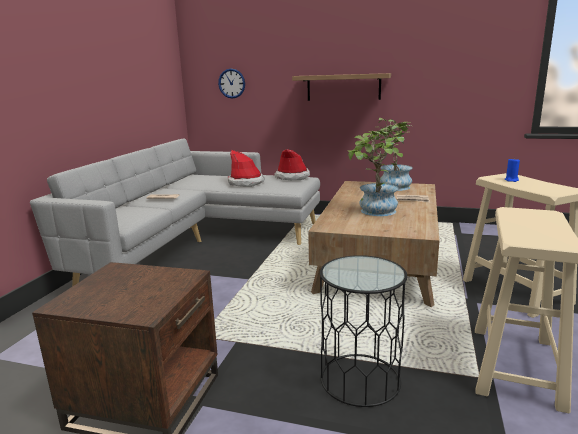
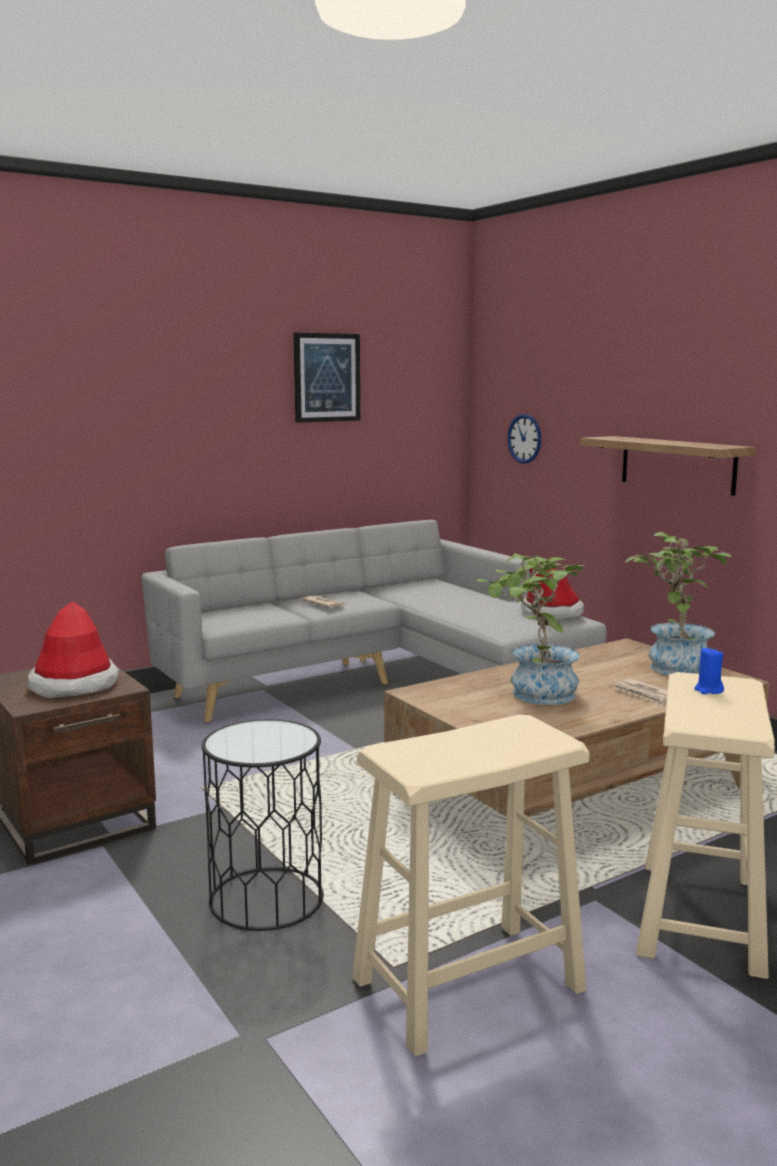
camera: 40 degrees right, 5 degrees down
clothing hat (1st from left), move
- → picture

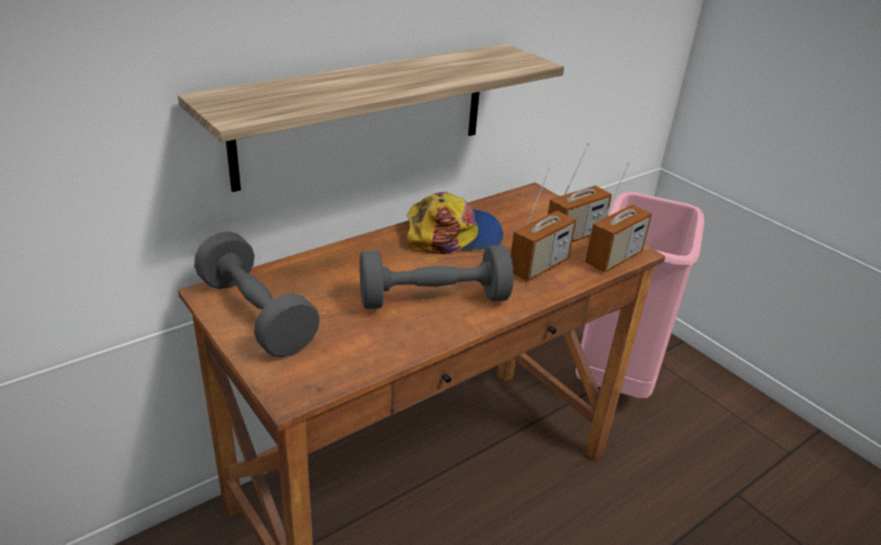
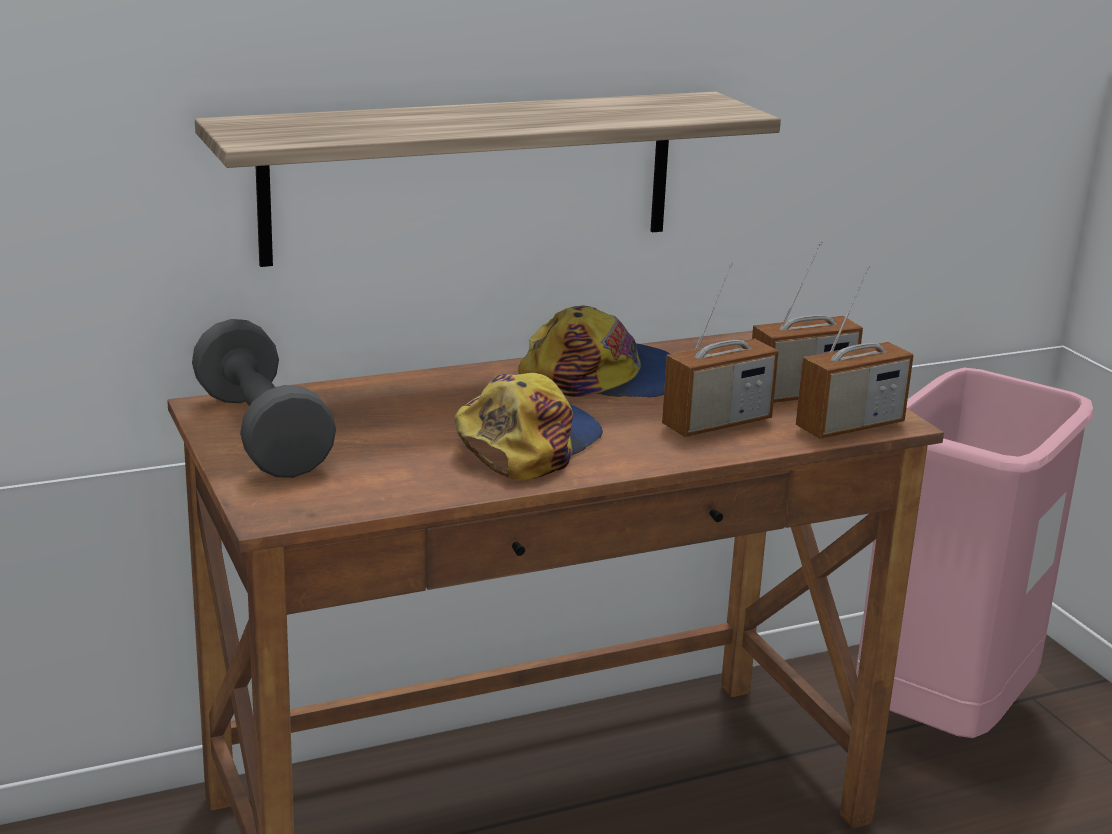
camera: 15 degrees right, 10 degrees down
greyish hand weight (2nd from left) → peaked cap (1st from left)

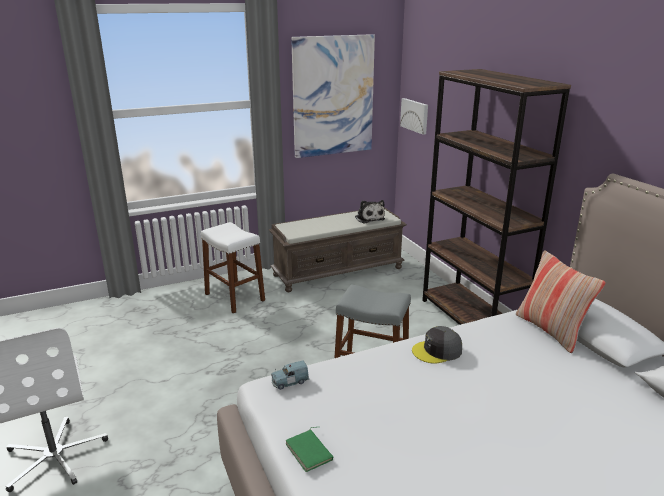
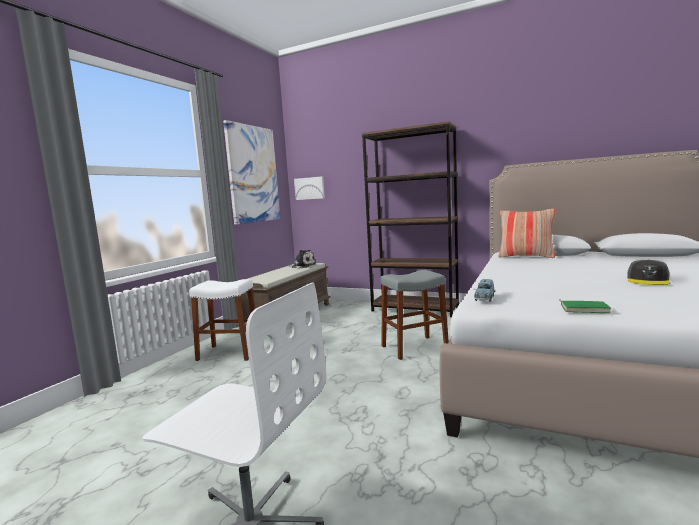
camera: 40 degrees left, 15 degrees down
greyish peaked cap, move

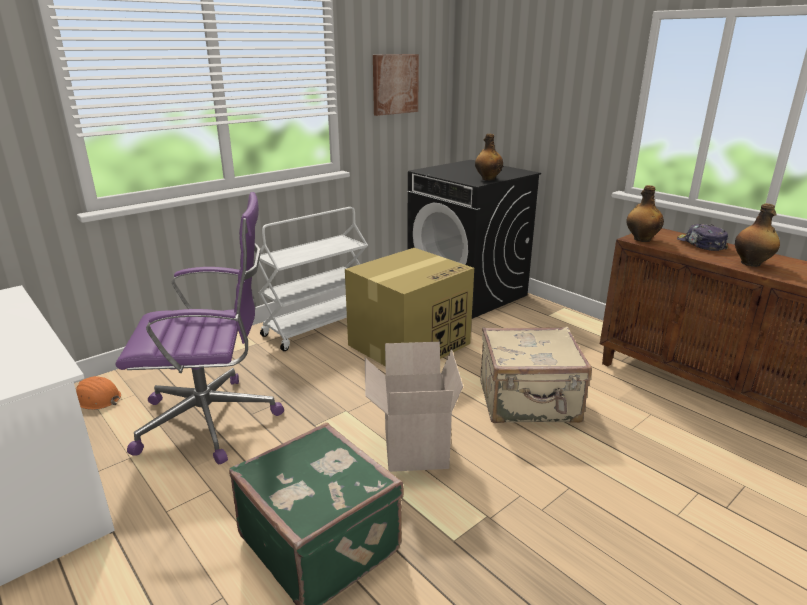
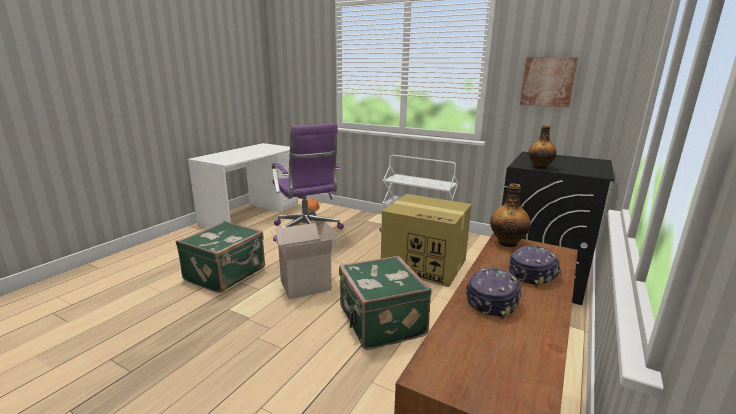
camera: 70 degrees right, 5 degrees down
beige piece of luggage → greenish piece of luggage (2nd from left)
beverage bottle (3rd from left) → peaked cap (1st from left)

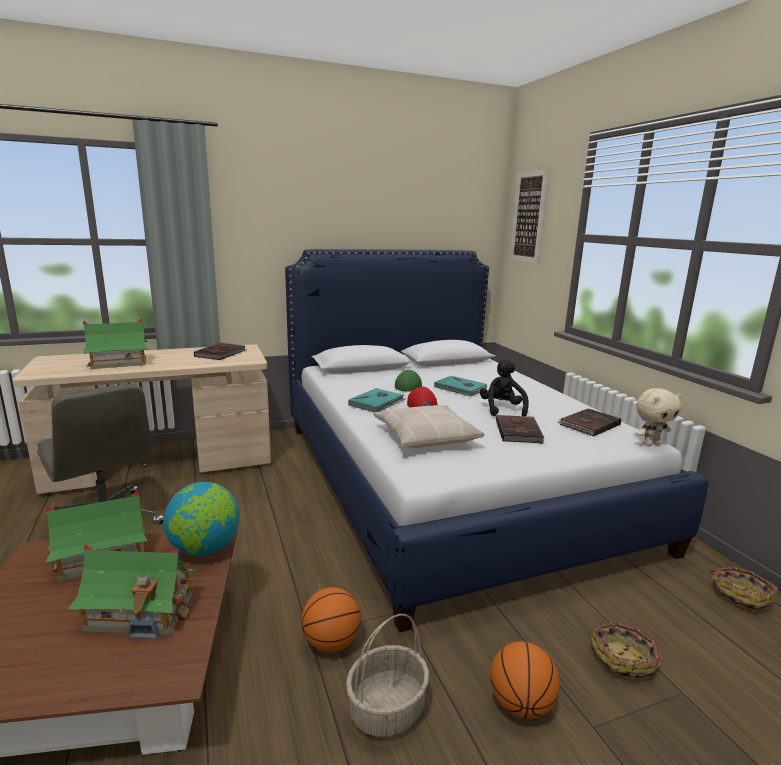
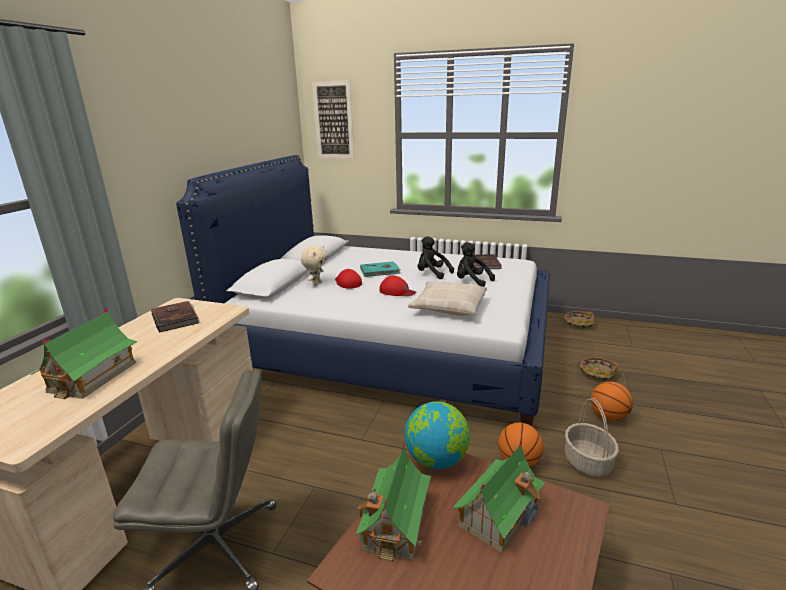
camera: 50 degrees left, 5 degrees up
beige plush toy, move
greenish peaked cap → red peaked cap (1st from left)
brown bound book (2nd from left) → black-coloured plush toy (2nd from left)
blue-green bound book (1st from left) → -

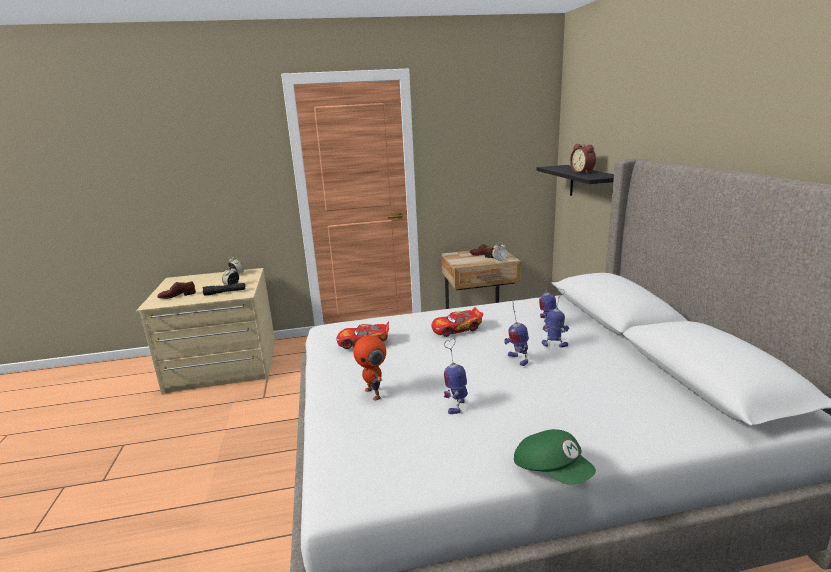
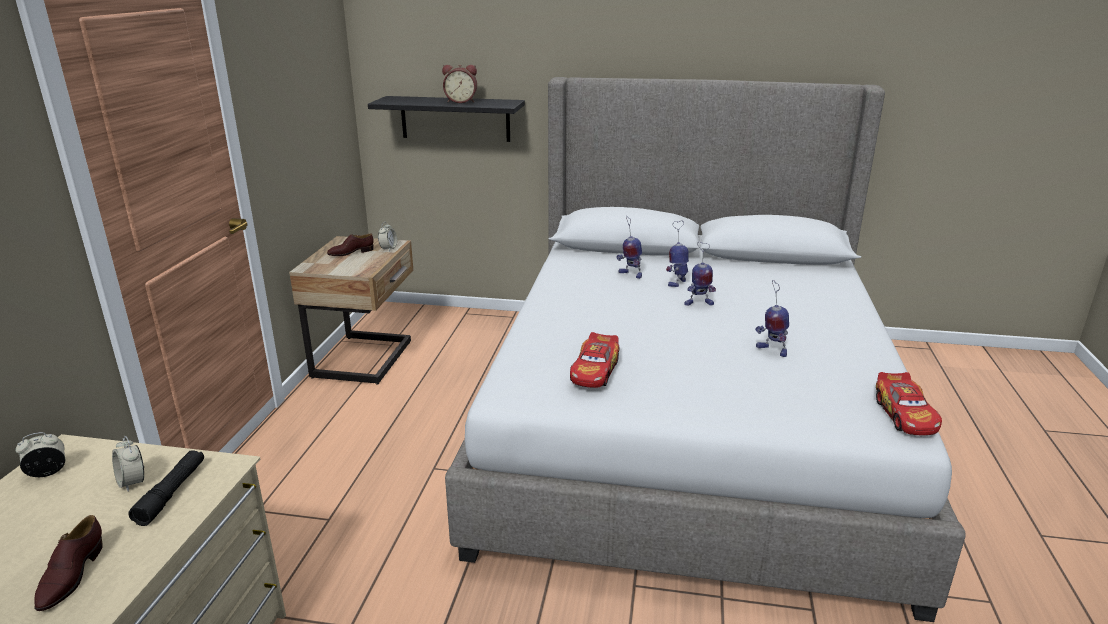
camera: 70 degrees left, 5 degrees up
toy car (2nd from left), move
toy robot (1st from left) → -
greenish peaked cap → -

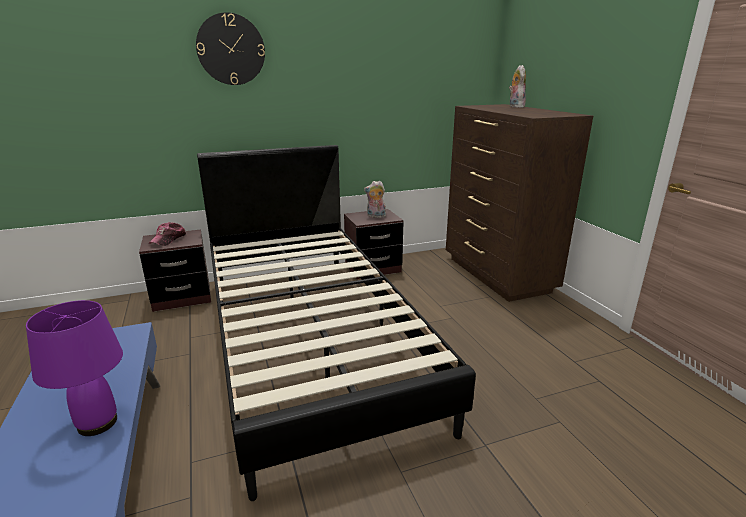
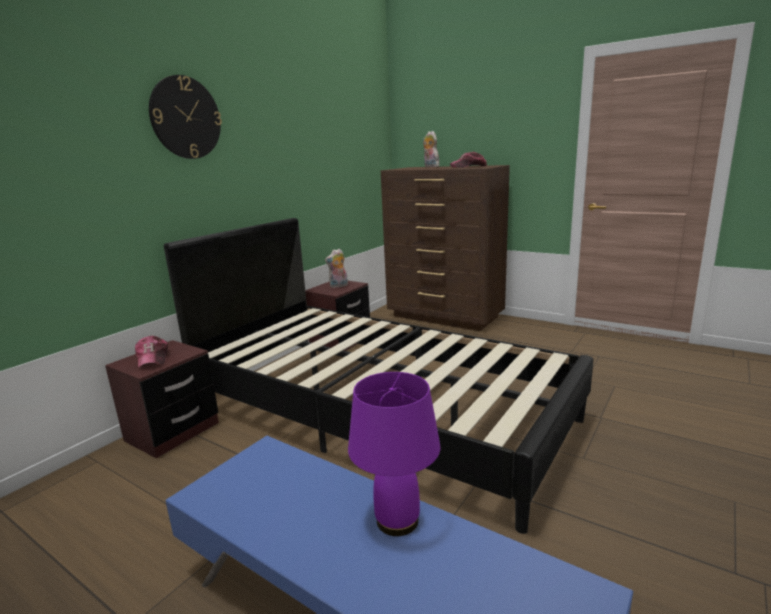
camera: 35 degrees left, 5 degrees down
- → peaked cap (2nd from left)

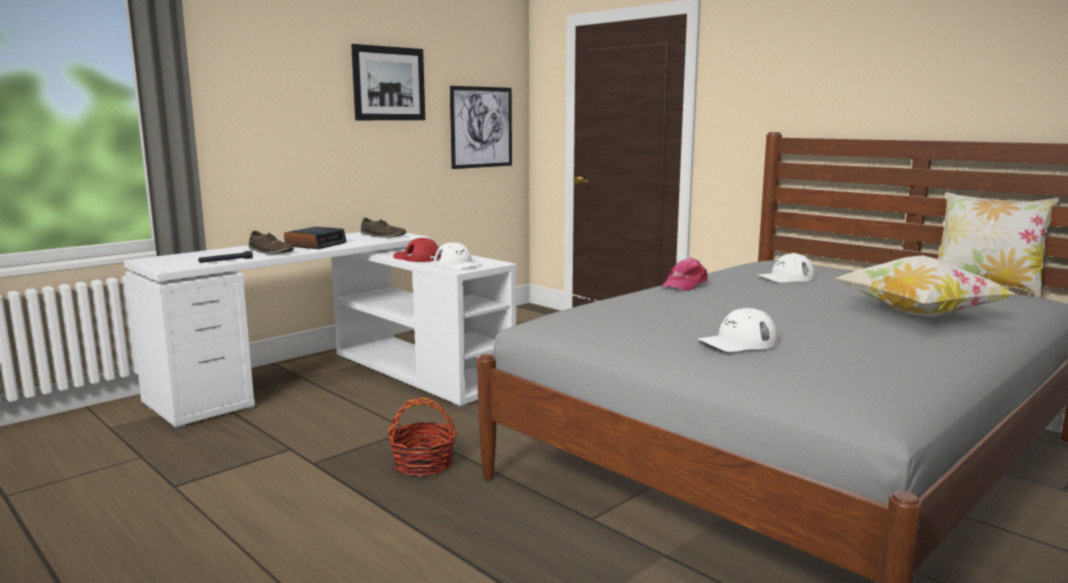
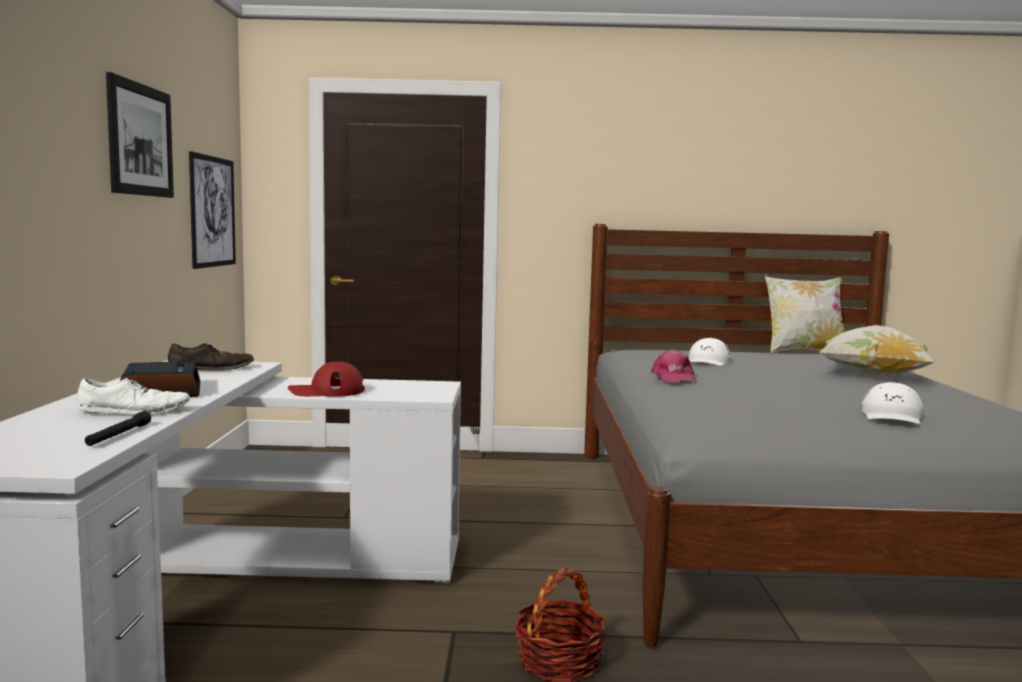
camera: 45 degrees left, 5 degrees down
brown shoe (1st from left) → white shoe
white peaked cap (1st from left) → -

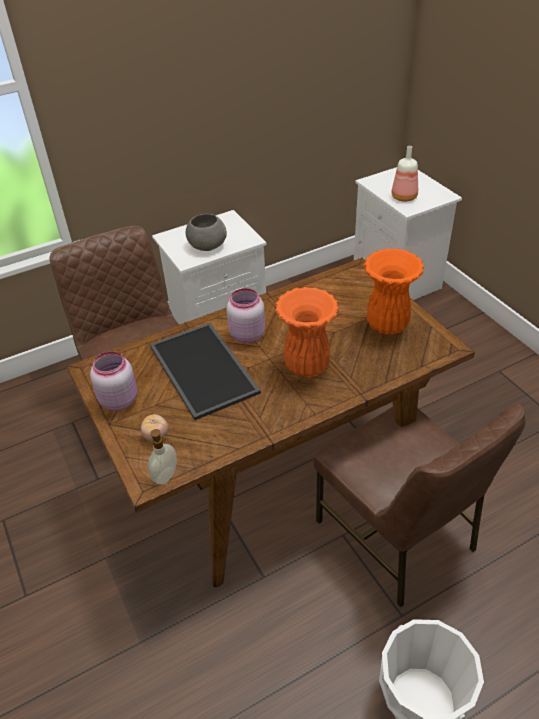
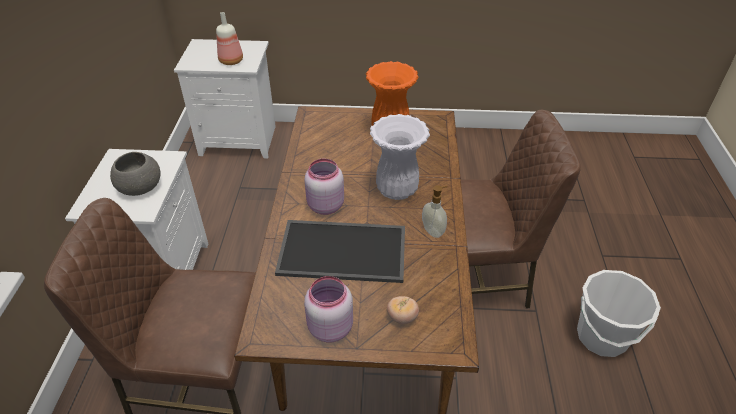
camera: 60 degrees left, 0 degrees up
orange decorative vase (1st from left) → white decorative vase
soap dispenser, move

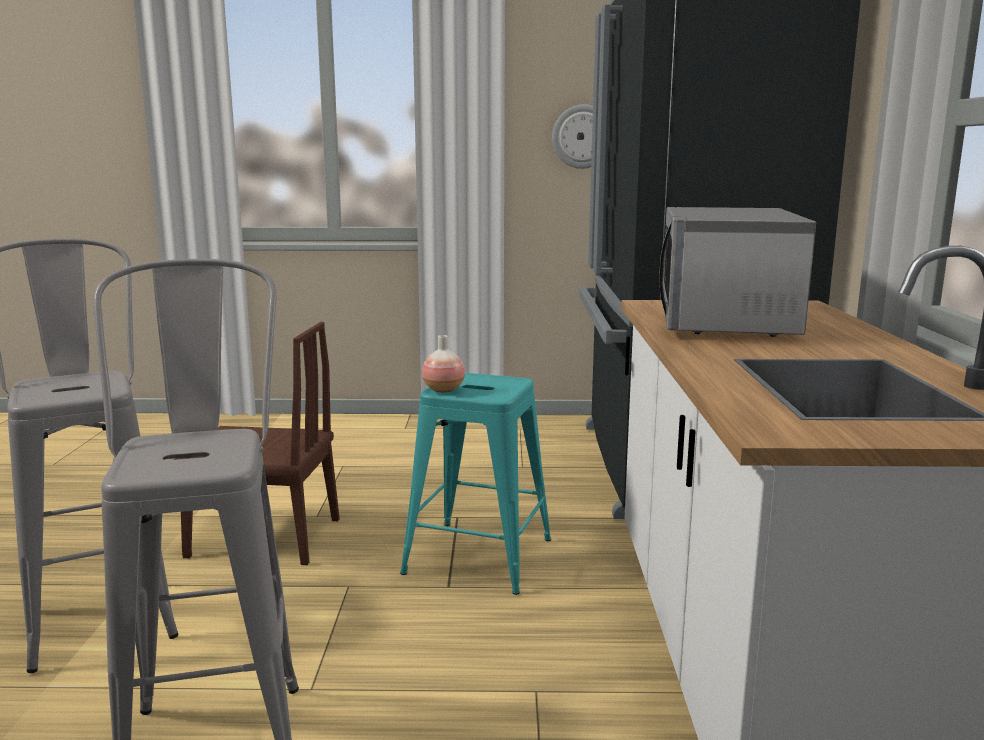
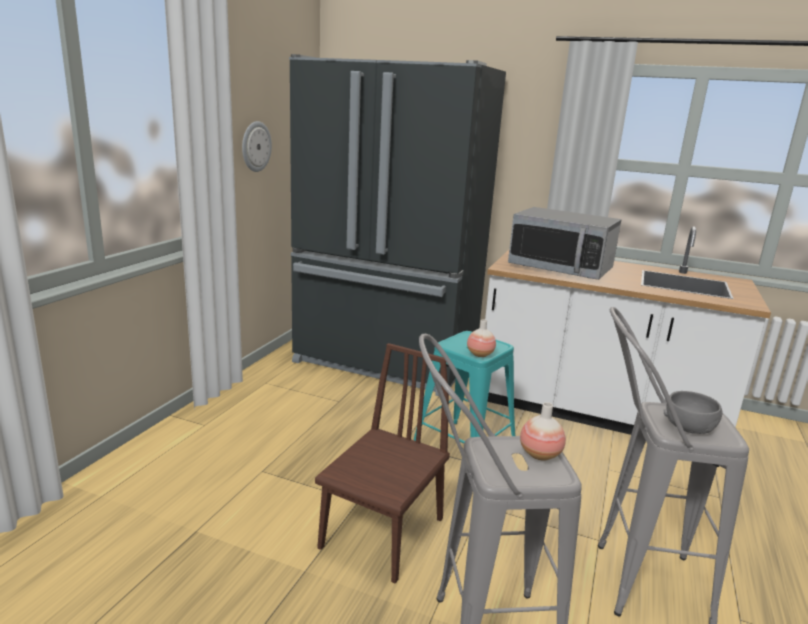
camera: 70 degrees left, 5 degrees up
- → decorative vase (2nd from left)
- → greyish deep dish

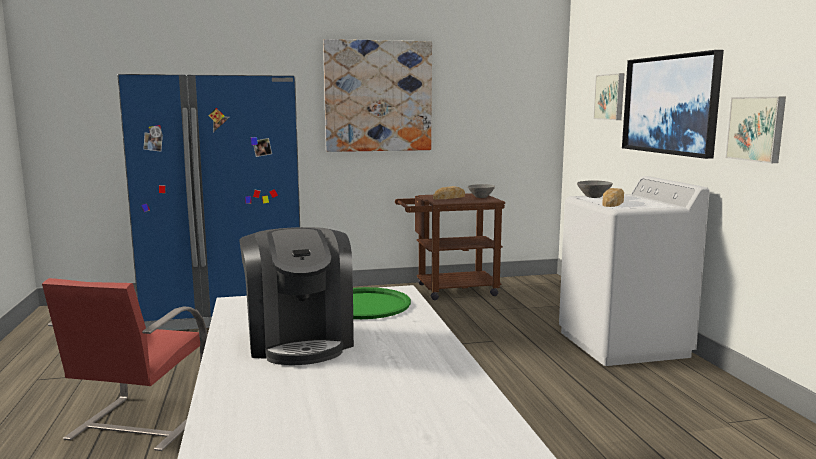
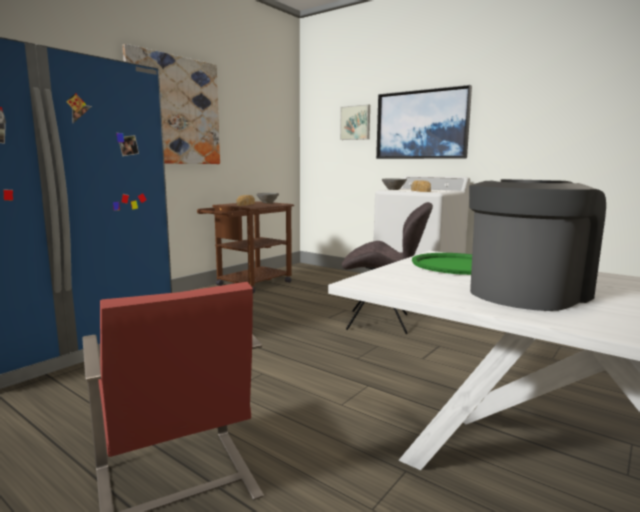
camera: 40 degrees left, 0 degrees up
- → greyish chair
coffee maker, 75 degrees counterclockwise
picture (4th from left) → -

